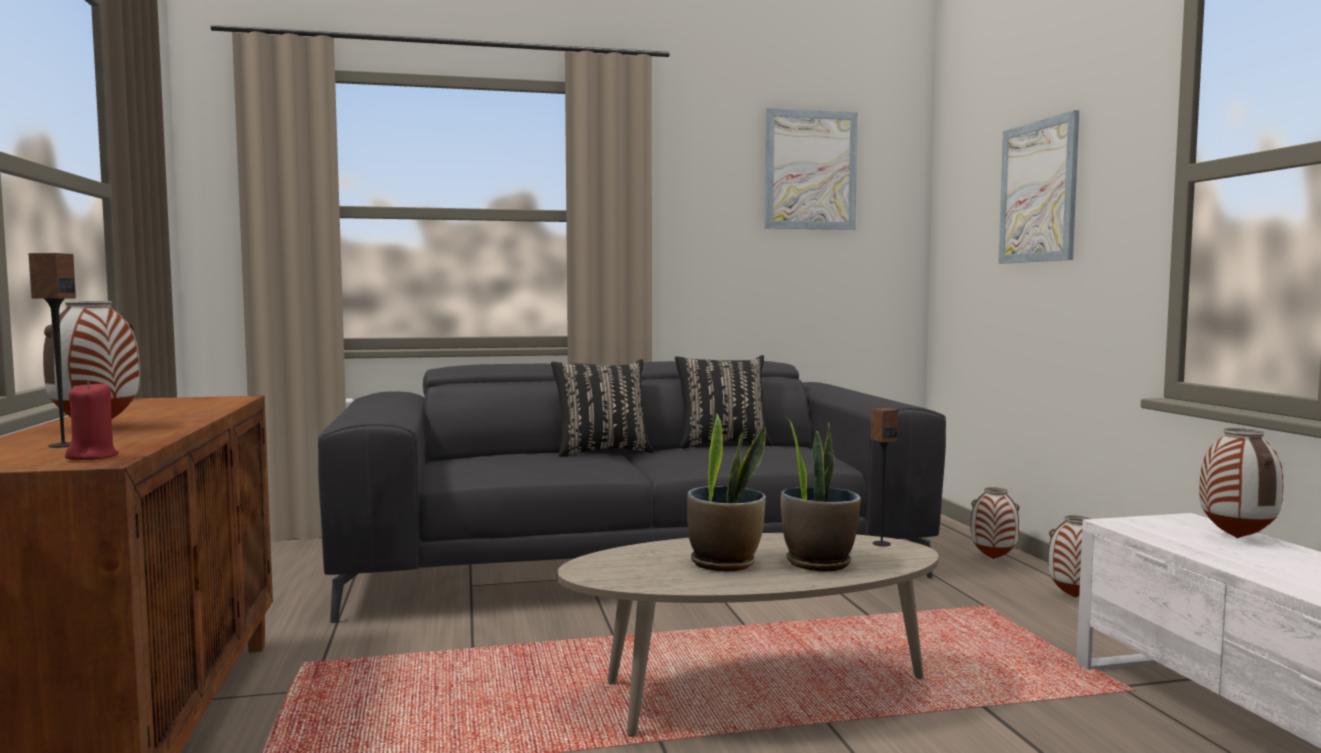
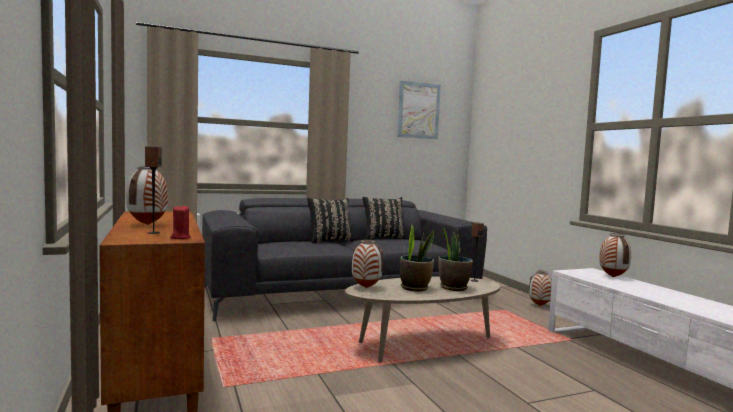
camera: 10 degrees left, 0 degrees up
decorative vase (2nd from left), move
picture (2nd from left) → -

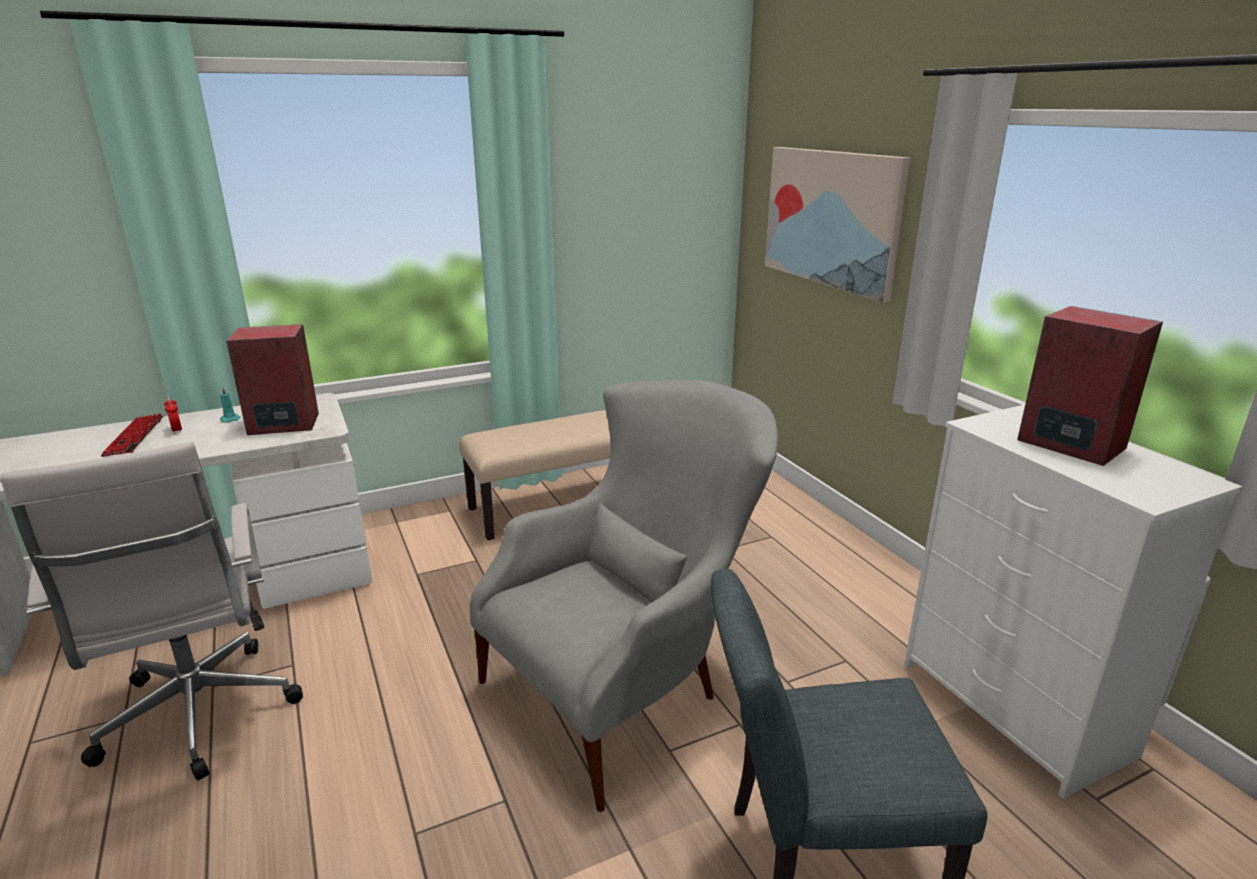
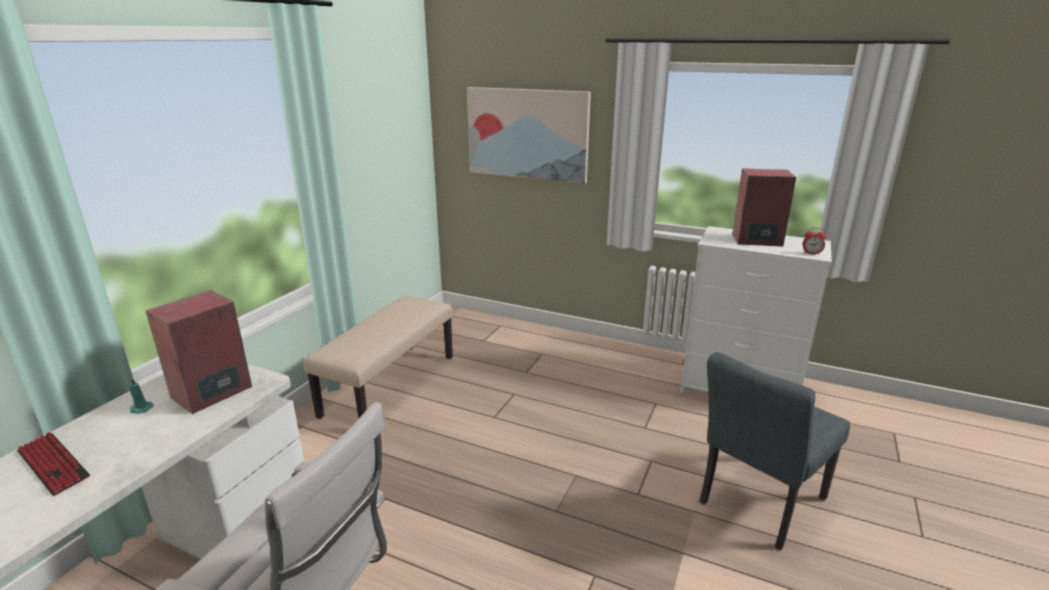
camera: 40 degrees left, 0 degrees up
table clock, move
greyish easy chair → -

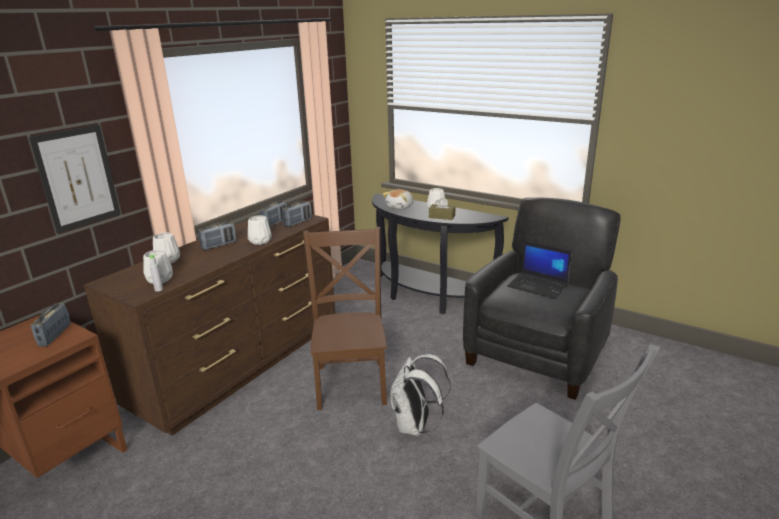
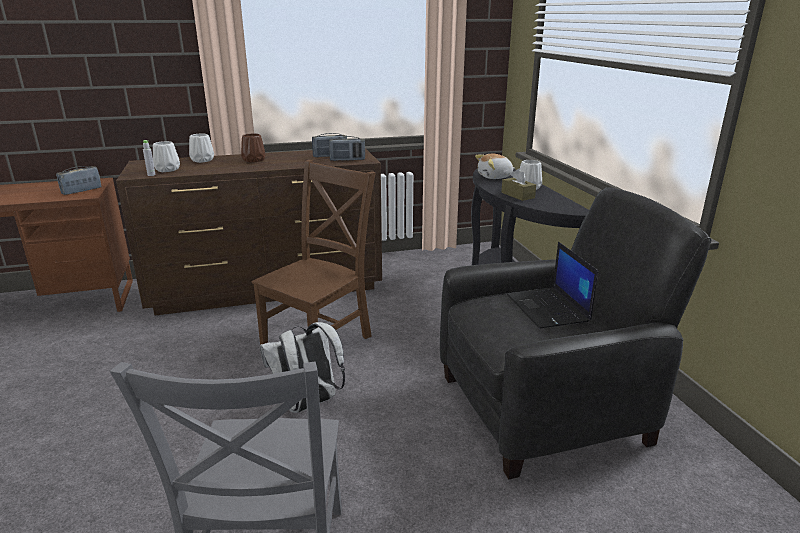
camera: 40 degrees right, 0 degrees up
radio set (2nd from left) → brown decorative vase
picture → -
white decorative vase (3rd from left) → -

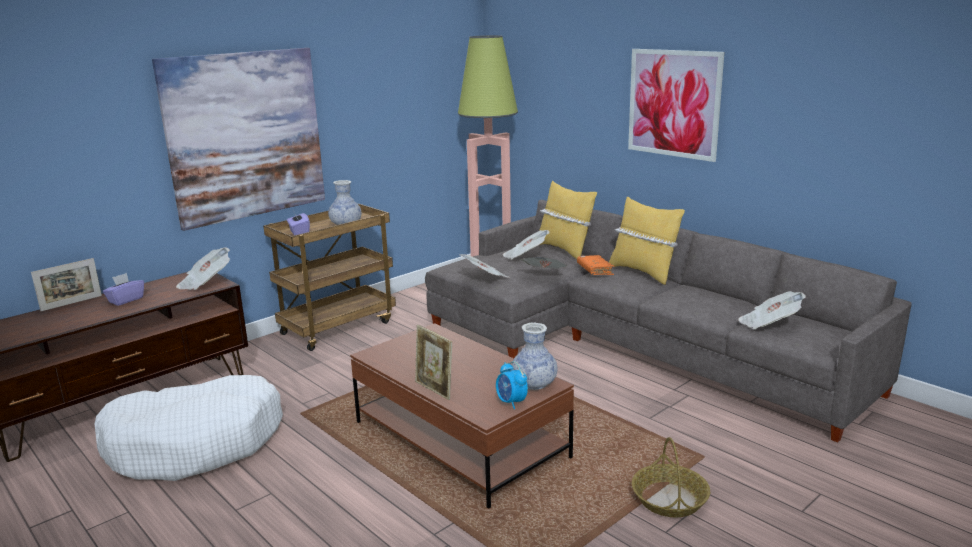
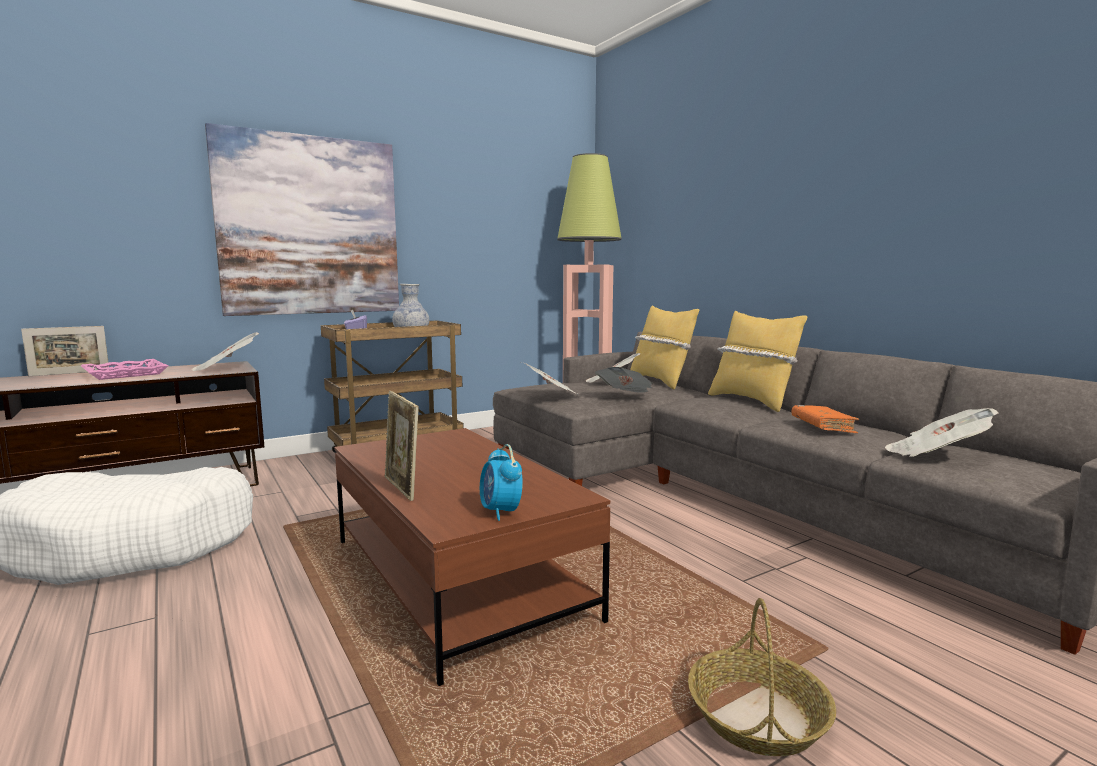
camera: 10 degrees right, 10 degrees down
purple-coloured tissue box (1st from left) → pink-coloured serving tray
orange bound book, move
decorative vase (2nd from left) → -
picture (2nd from left) → -

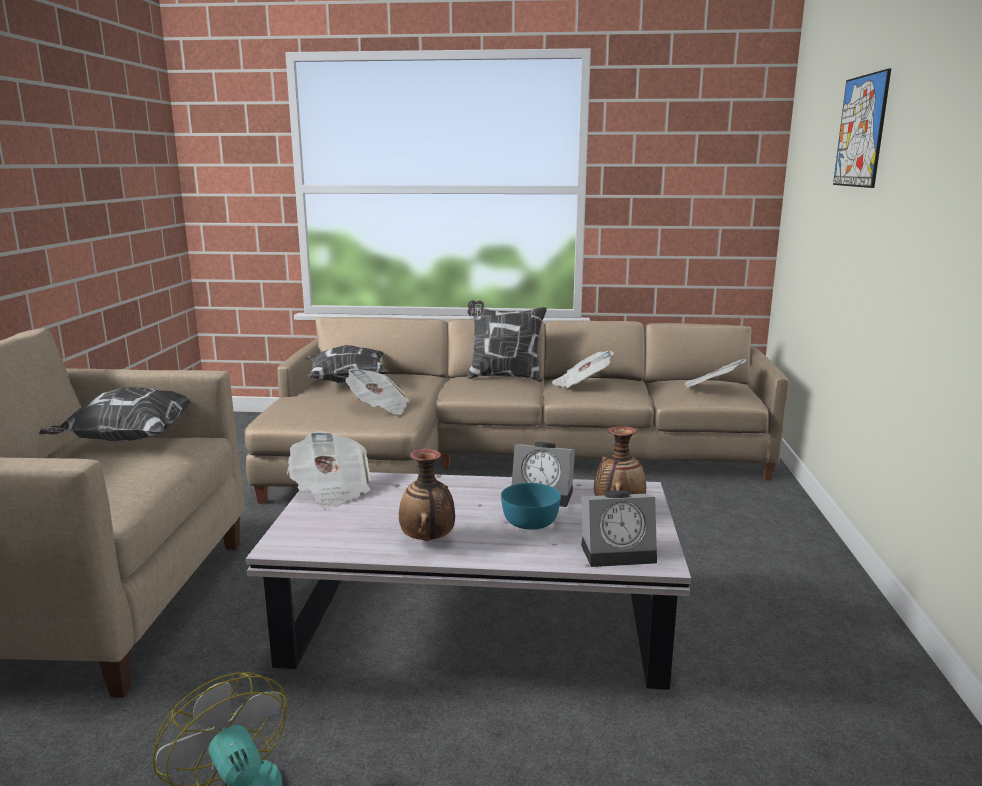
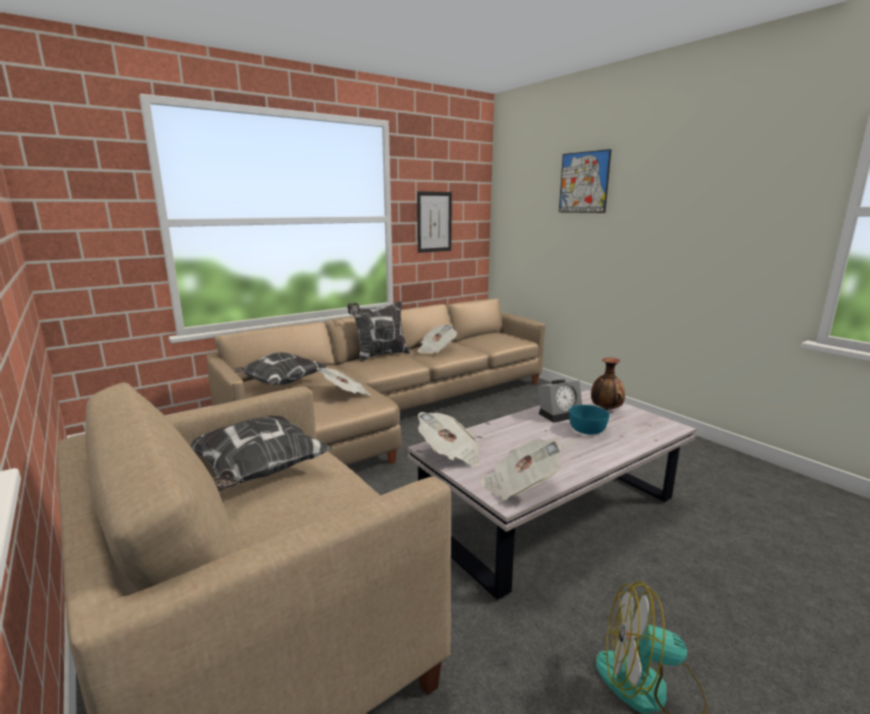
camera: 40 degrees left, 0 degrees up
- → picture (1st from left)
daily paper (4th from left), move
decorative vase (1st from left) → -
table clock (2nd from left) → -

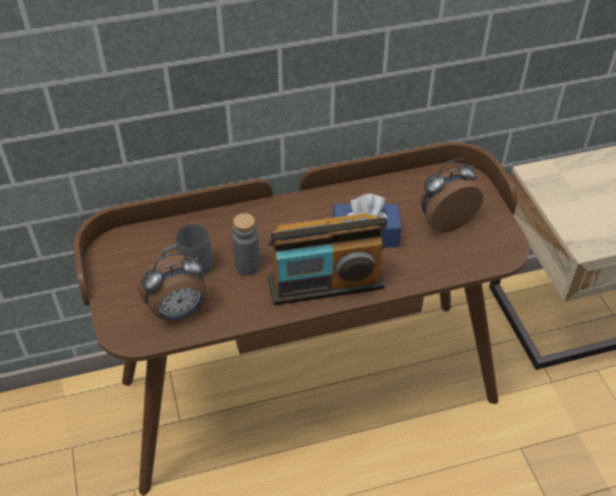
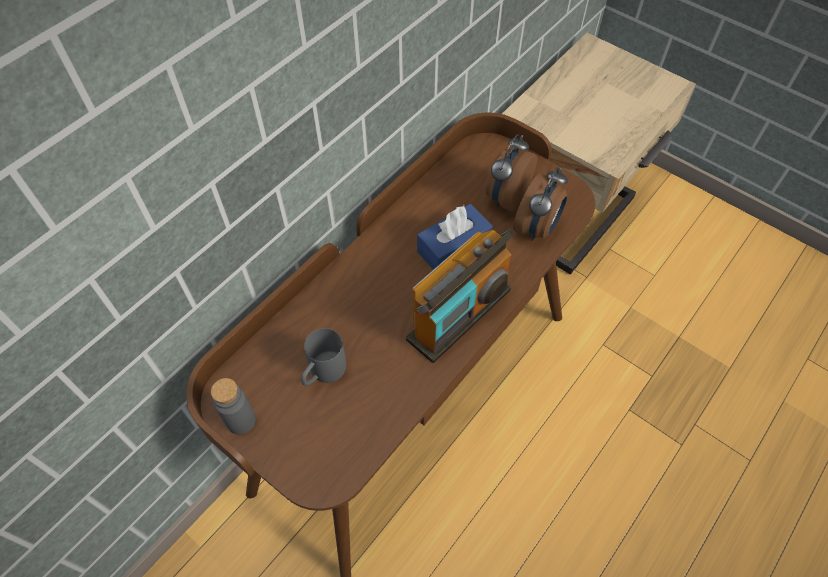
camera: 35 degrees left, 10 degrees up
greyish beverage bottle, move
table clock (1st from left in the first image) → table clock (2nd from left), move

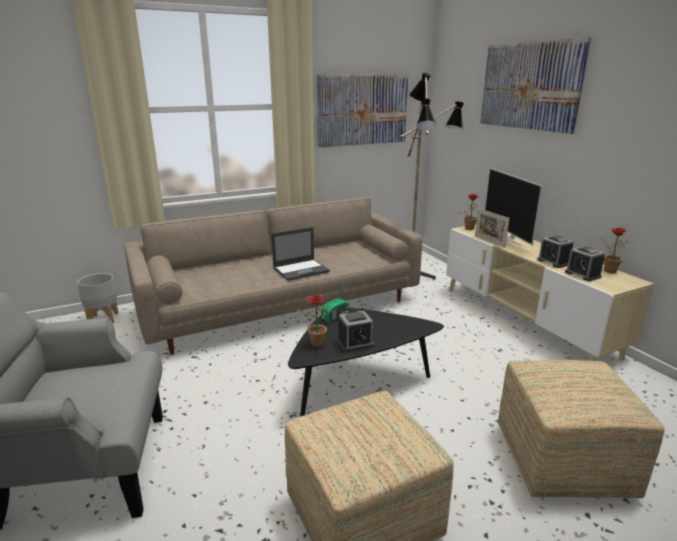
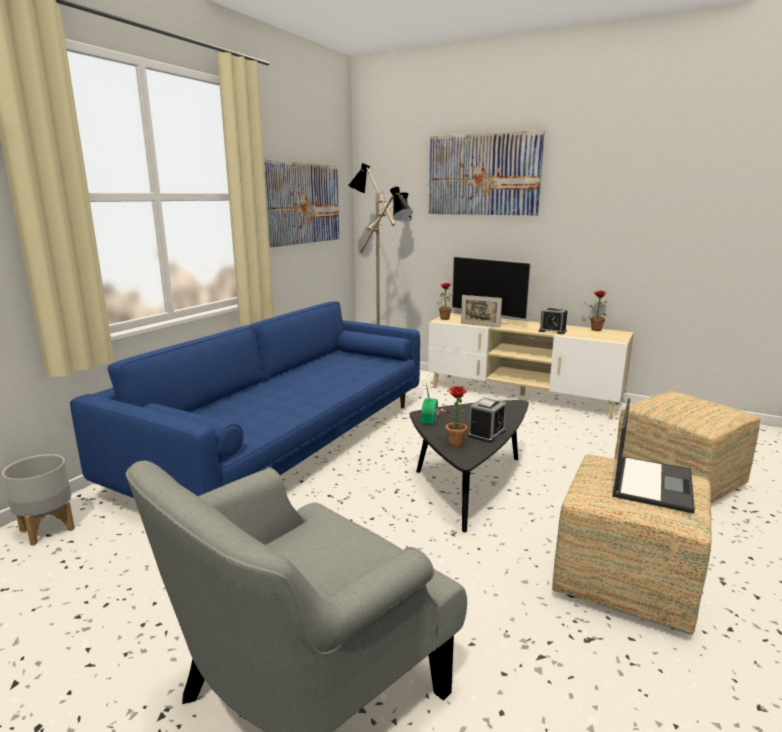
camera: 35 degrees left, 5 degrees down
beige settee → bluish settee
portable computer, move
table clock (3rd from left) → -

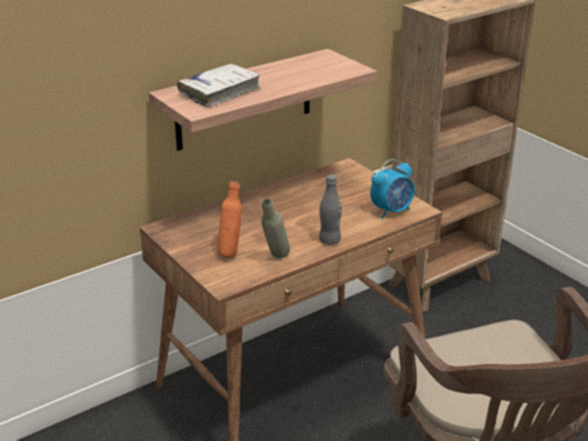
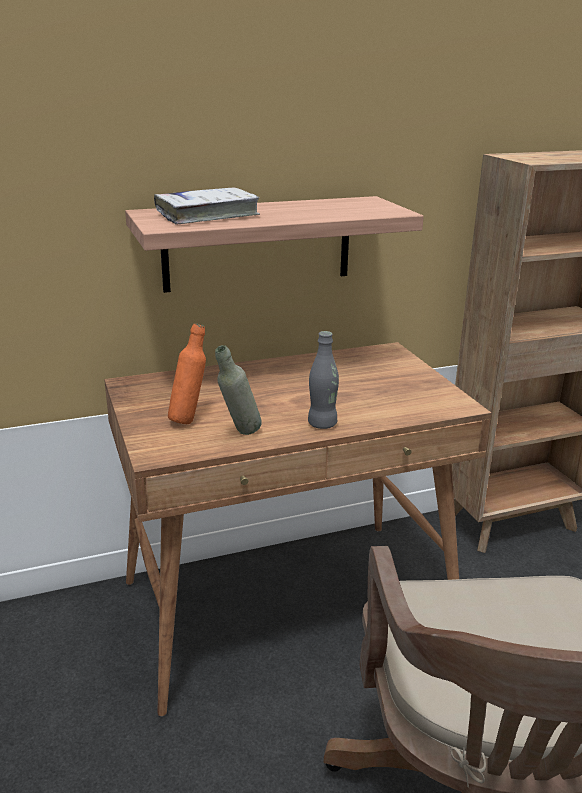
camera: 15 degrees right, 5 degrees down
table clock → -

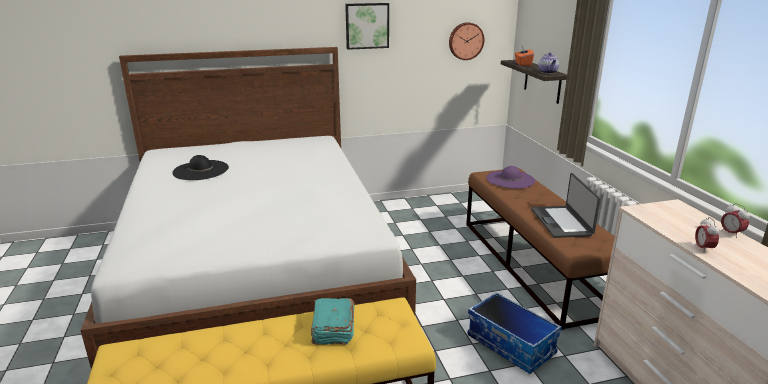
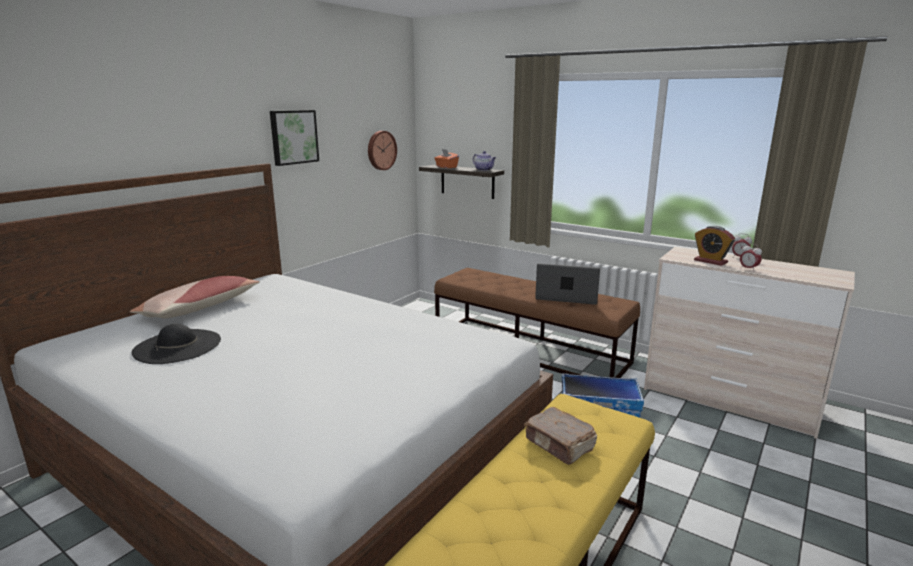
camera: 40 degrees left, 5 degrees down
- → cushion
blue-green bound book → brown bound book
portable computer, 150 degrees clockwise
- → table clock (1st from left)
purple-coloured clothing hat → -

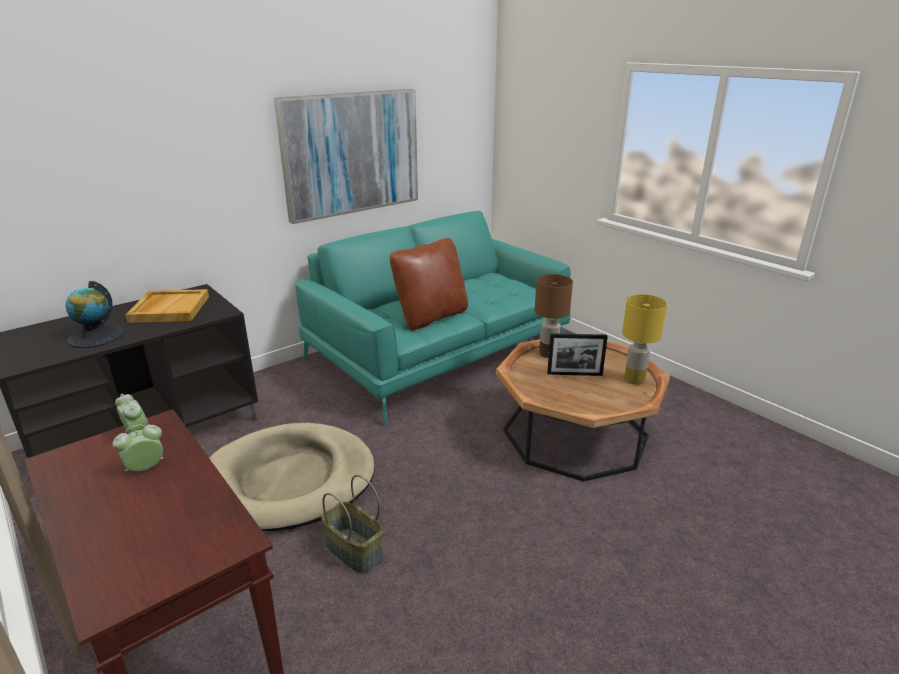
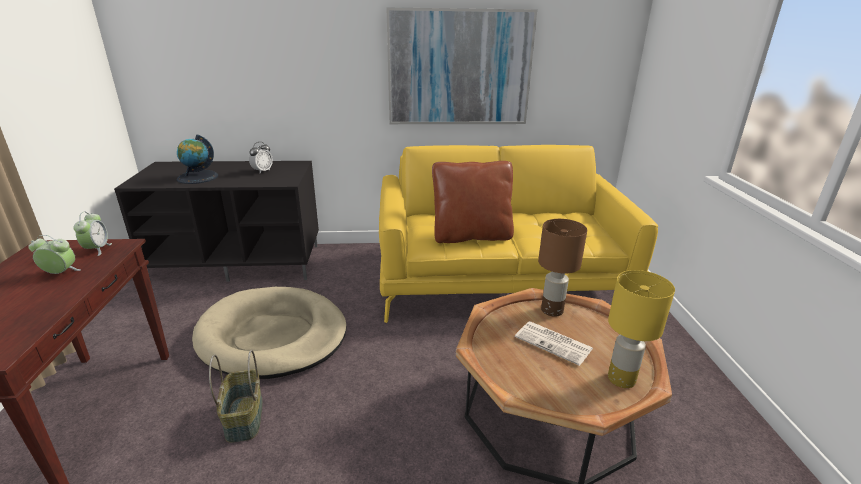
camera: 35 degrees right, 0 degrees up
beige serving tray → table clock (3rd from left)
blue-green settee → yellow-coloured settee
picture frame → daily paper

